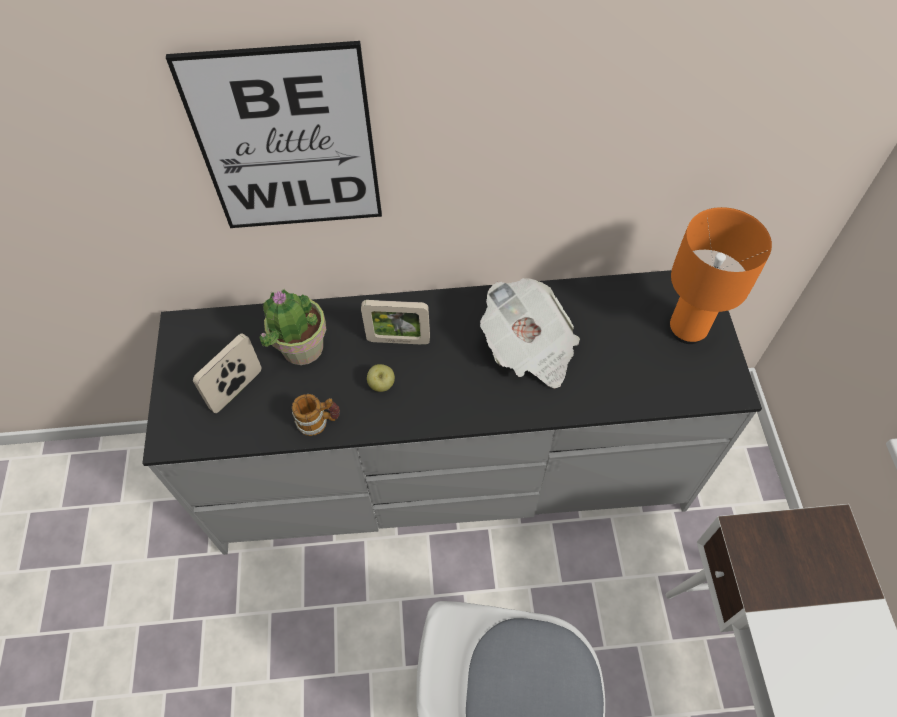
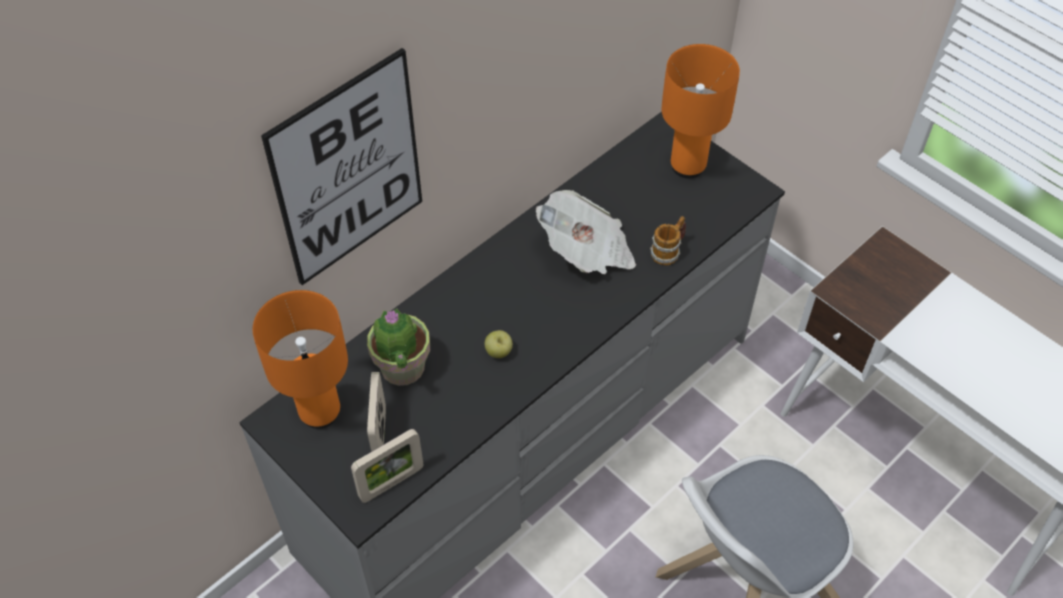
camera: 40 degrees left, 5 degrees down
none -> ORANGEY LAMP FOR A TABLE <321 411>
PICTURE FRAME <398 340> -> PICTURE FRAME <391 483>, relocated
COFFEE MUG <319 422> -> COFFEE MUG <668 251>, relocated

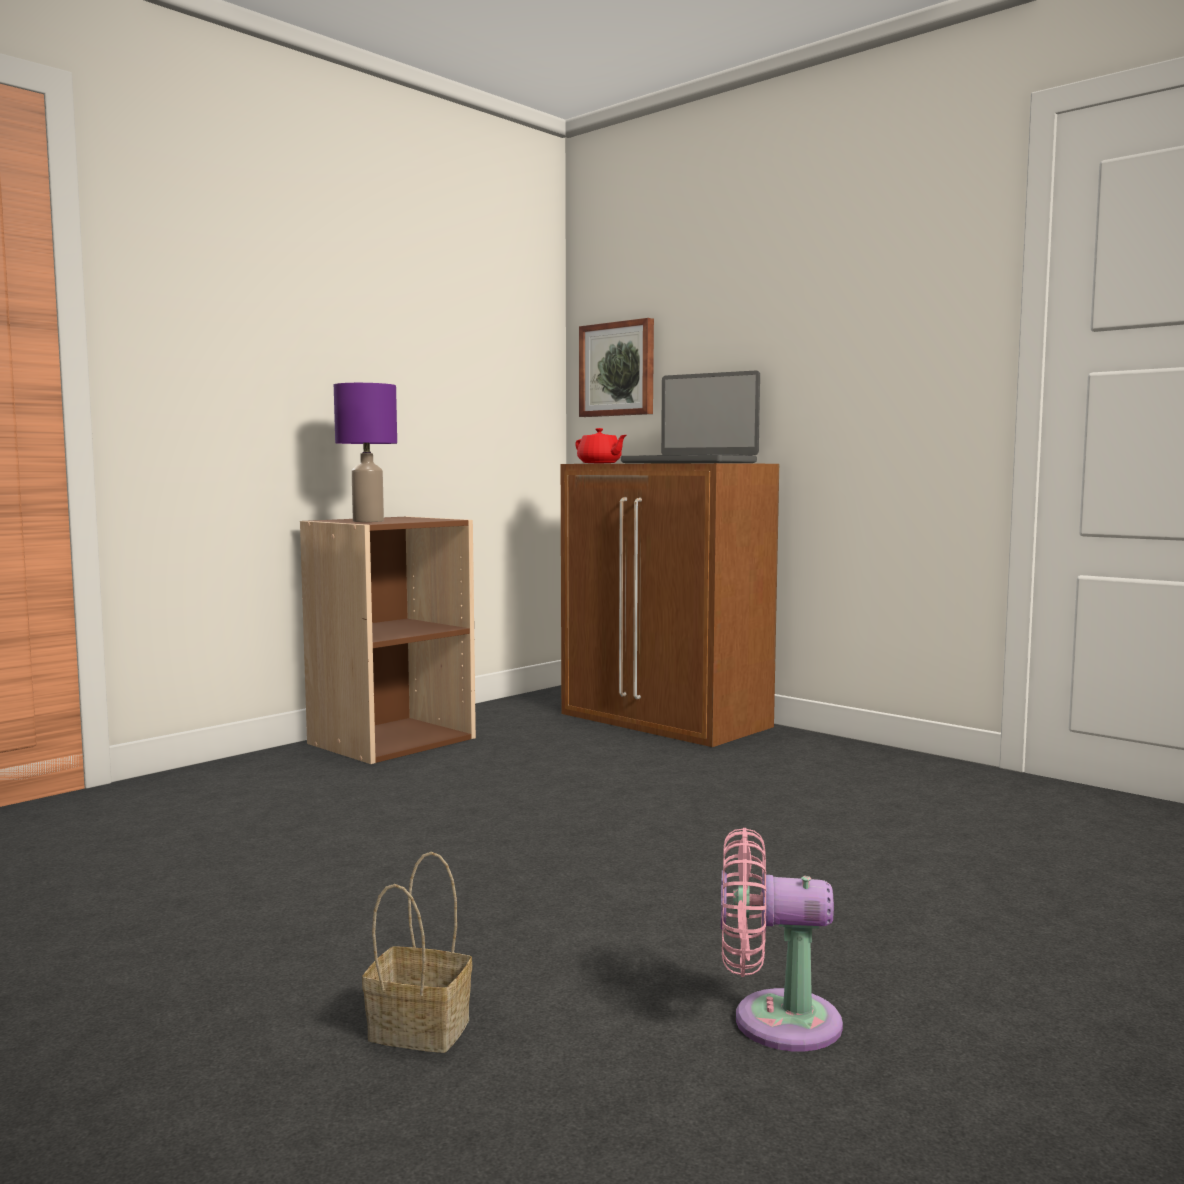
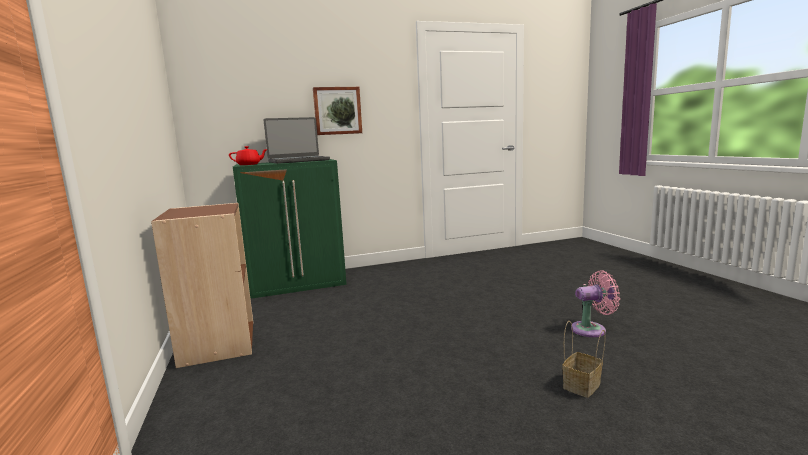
camera: 60 degrees left, 5 degrees up
BROWN CUPBOARD <665 720> -> GREENISH CUPBOARD <298 283>
PICTURE <618 369> -> PICTURE <337 111>, relocated
PINKISH FAN <774 1021> -> PINKISH FAN <592 329>, 135 degrees counterclockwise
PURPLISH LAMP FOR A TABLE <369 521> -> none

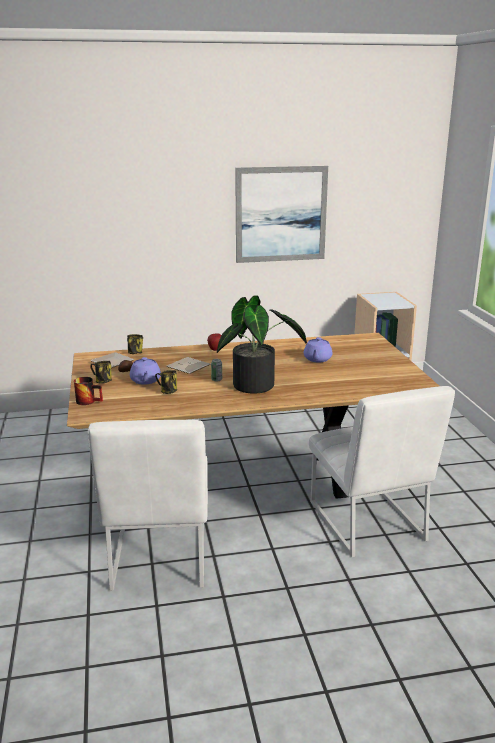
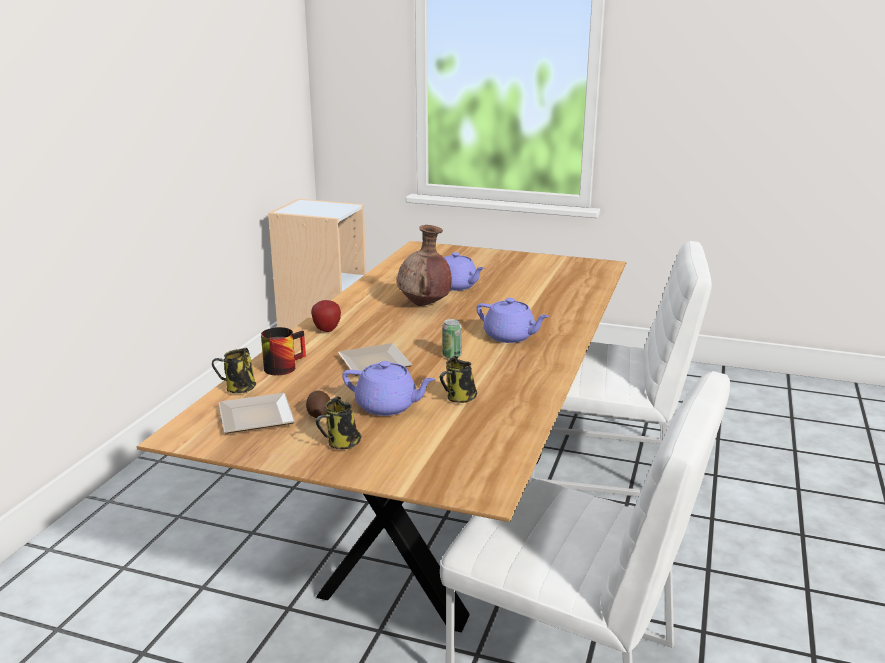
camera: 60 degrees left, 0 degrees up
COFFEE MUG <89 401> -> COFFEE MUG <282 366>, relocated
none -> BROWN DECORATIVE VASE <424 305>
HOUSEPLANT <258 386> -> PURPLISH TEAPOT <510 337>
PICTURE <281 214> -> none

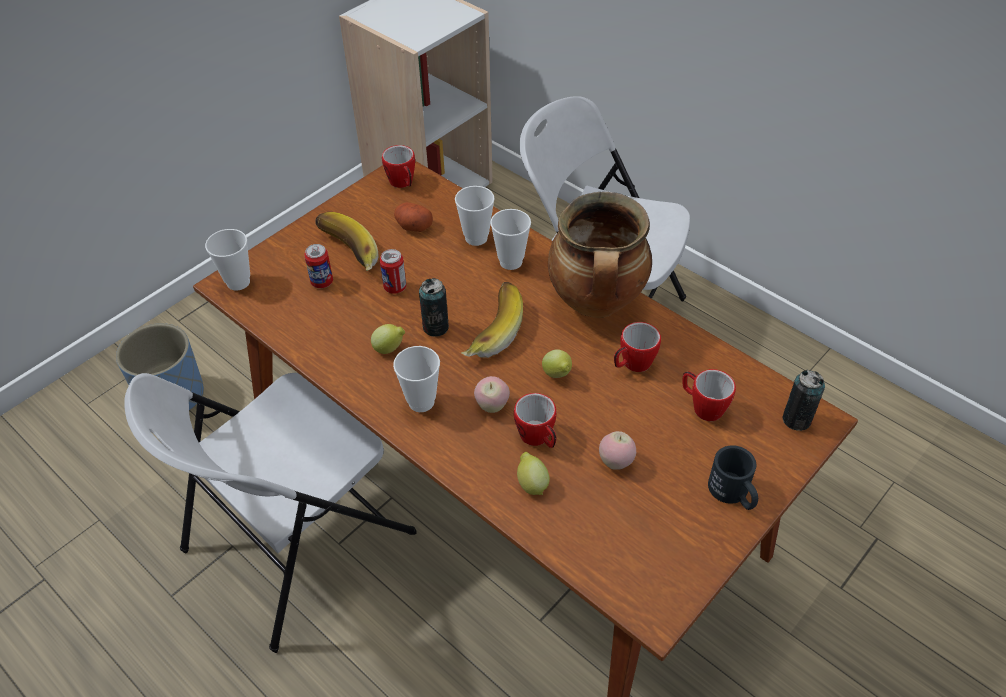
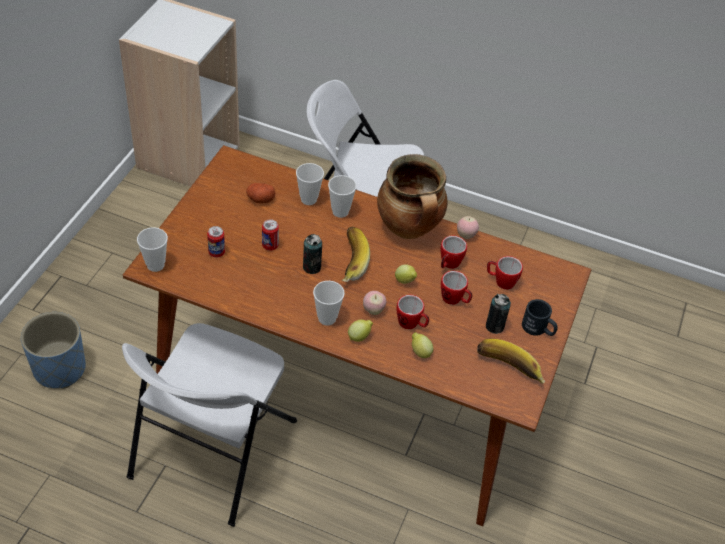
camera: 25 degrees left, 0 degrees up
WHOLE LEMON <389 348> -> WHOLE LEMON <359 337>, relocated
COFFEE MUG <403 184> -> COFFEE MUG <455 300>, relocated
APPLE FRUIT <616 462> -> APPLE FRUIT <466 235>, relocated
BANANA FRUIT <346 253> -> BANANA FRUIT <507 370>, relocated
METAL CAN <796 419> -> METAL CAN <494 326>, relocated

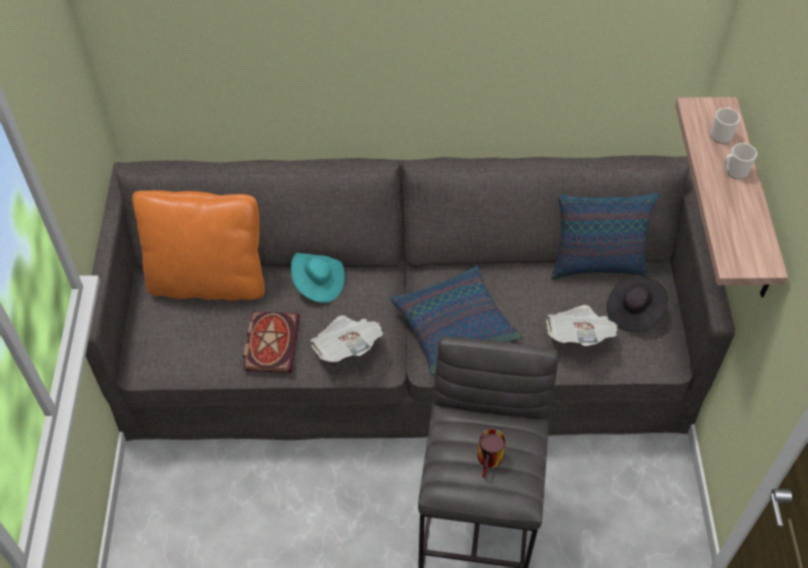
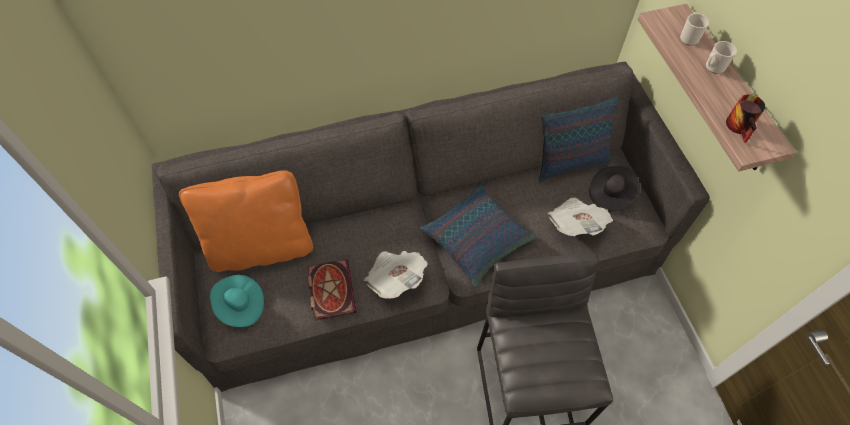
camera: 15 degrees left, 5 degrees up
BLUE-GREEN WEARABLE HAT <318 283> -> BLUE-GREEN WEARABLE HAT <240 306>, relocated
COFFEE MUG <491 461> -> COFFEE MUG <741 128>, relocated

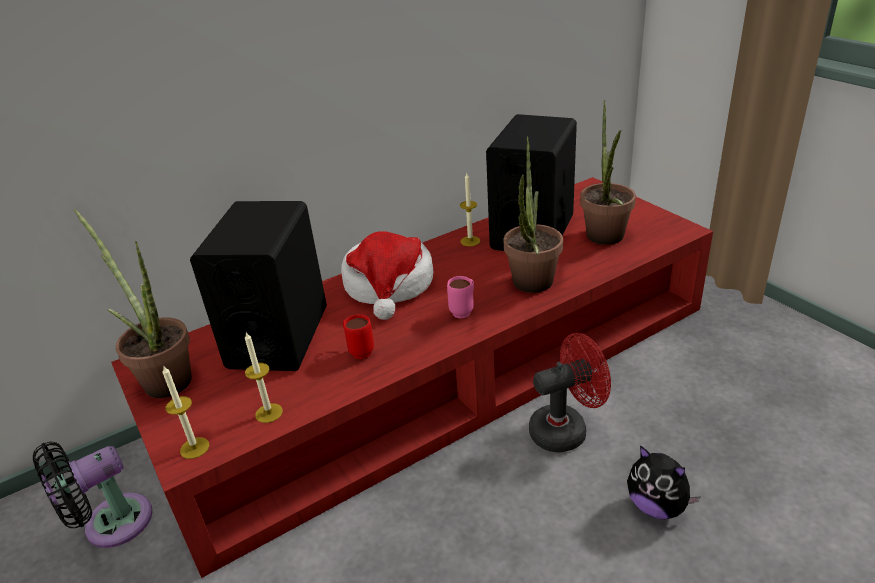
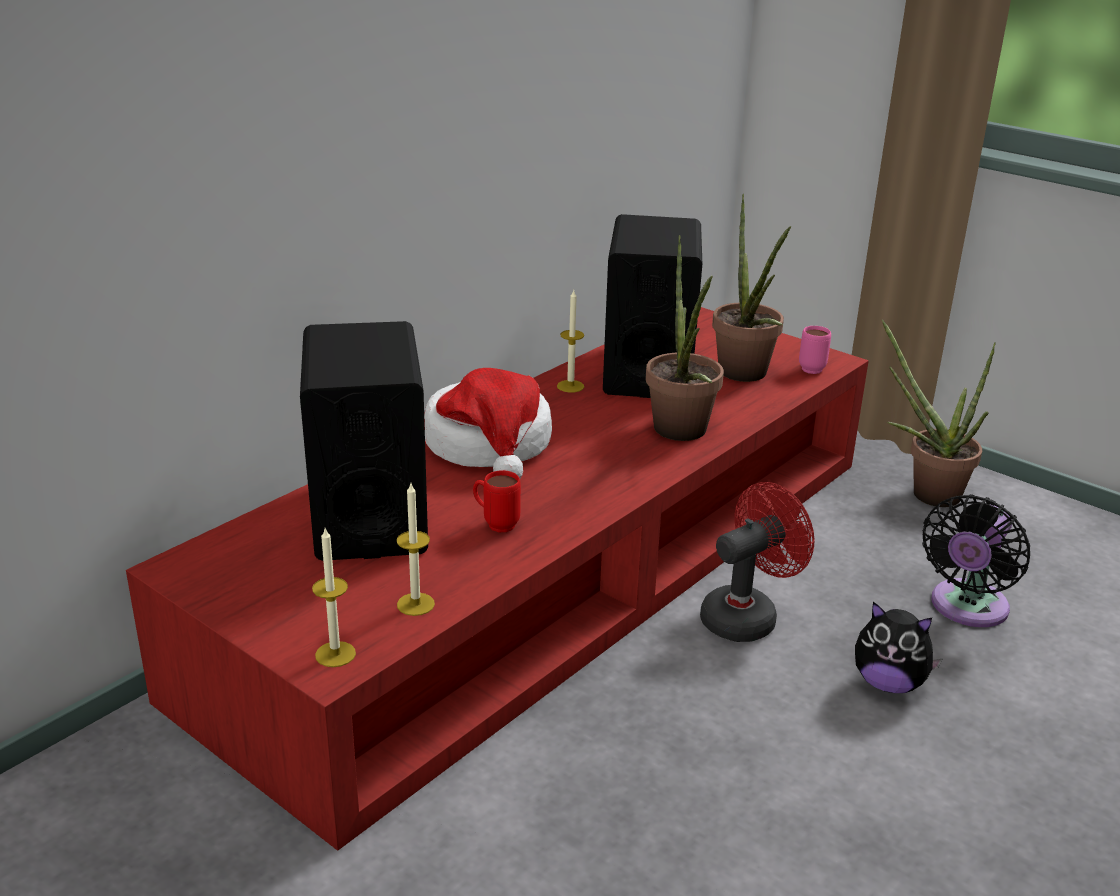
camera: 20 degrees left, 5 degrees down
PINKISH COFFEE MUG <464 311> -> PINKISH COFFEE MUG <813 367>, relocated
HOUSEPLANT <163 378> -> HOUSEPLANT <925 492>, relocated
BLACKISH FAN <111 524> -> BLACKISH FAN <966 608>, relocated

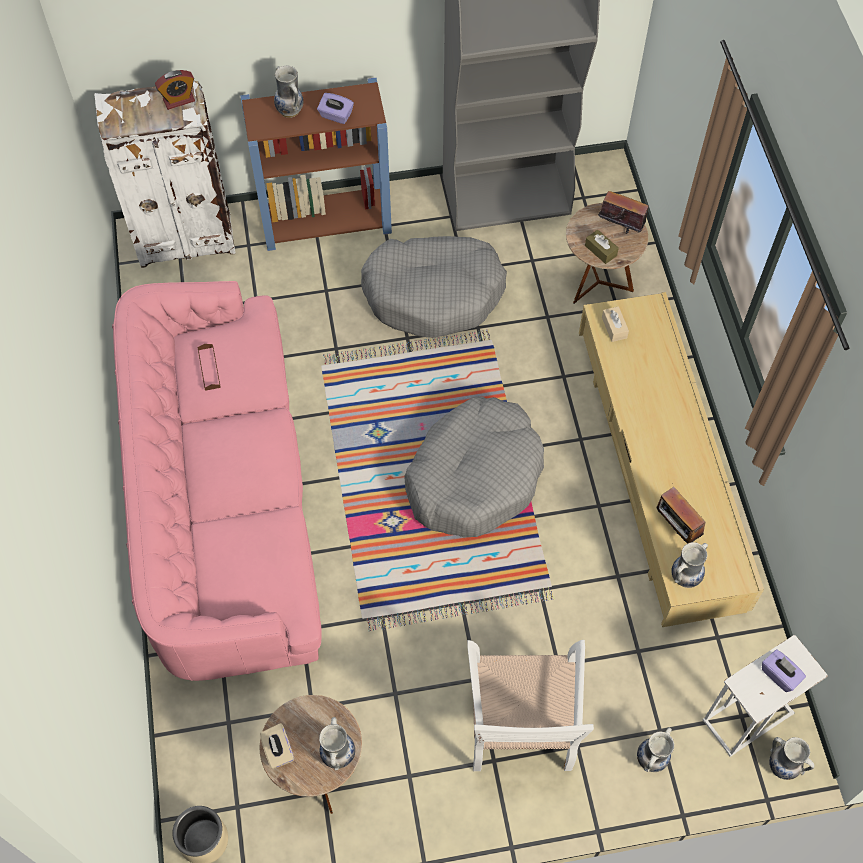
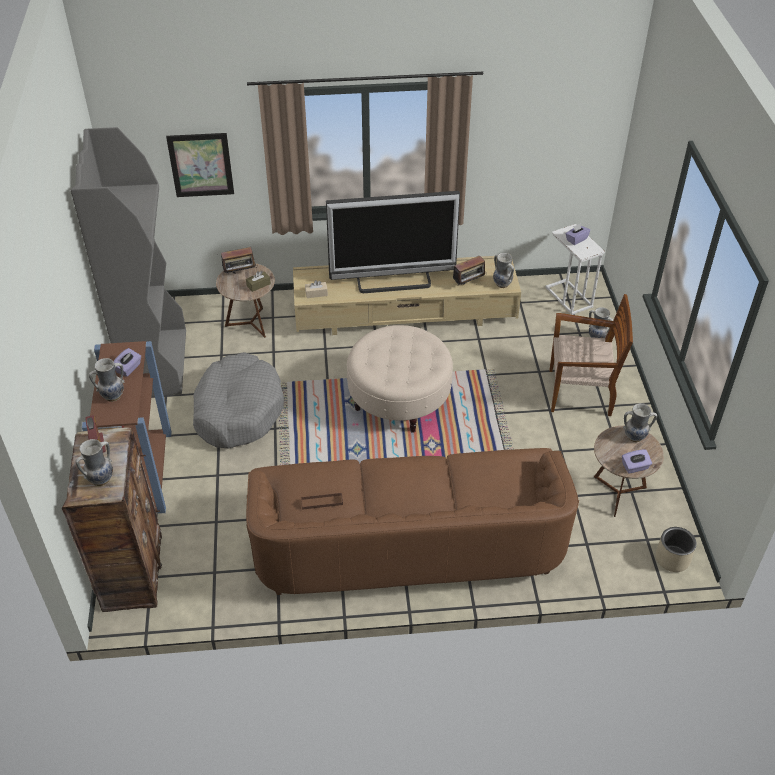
camera: 85 degrees left, 15 degrees down
WHITE CUPBOARD <186 238> -> BROWN CUPBOARD <133 572>
DECORATIVE VASE <782 766> -> DECORATIVE VASE <100 479>, relocated
none -> PICTURE <201 165>
RADIO SET <620 226> -> RADIO SET <240 274>, 135 degrees counterclockwise
PINKISH COUCH <226 503> -> BROWN COUCH <408 544>
none -> TV <394 280>
GREYISH PET BED <474 476> -> BEIGE POUFFE <399 400>
WHITE ARMCHAIR <520 727> -> BROWN ARMCHAIR <580 392>
BEIGE TISSUE HOLDER <278 750> -> PURPLISH TISSUE HOLDER <635 467>

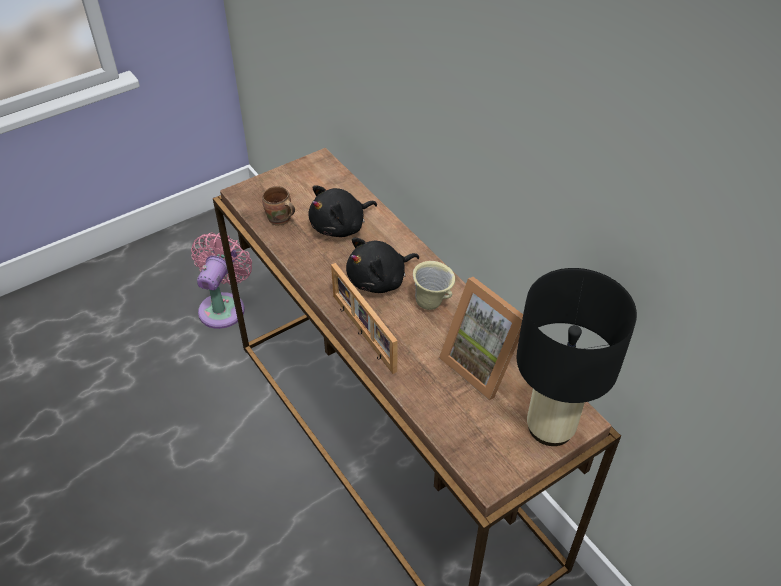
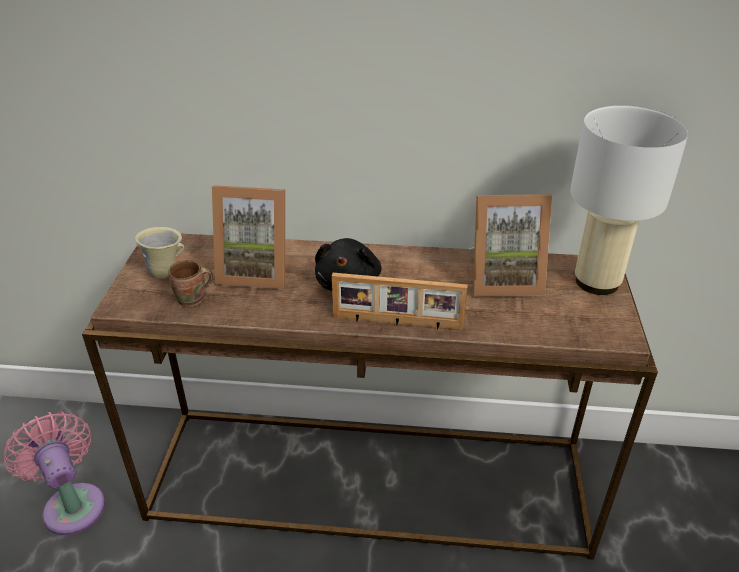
camera: 50 degrees left, 10 degrees down
BEIGE COFFEE MUG <432 303> -> BEIGE COFFEE MUG <165 271>, relocated
BLACKISH PLUSH TOY <341 226> -> PICTURE FRAME <256 271>
BLACKISH LAMP FOR A TABLE <550 428> -> WHITE LAMP FOR A TABLE <597 283>

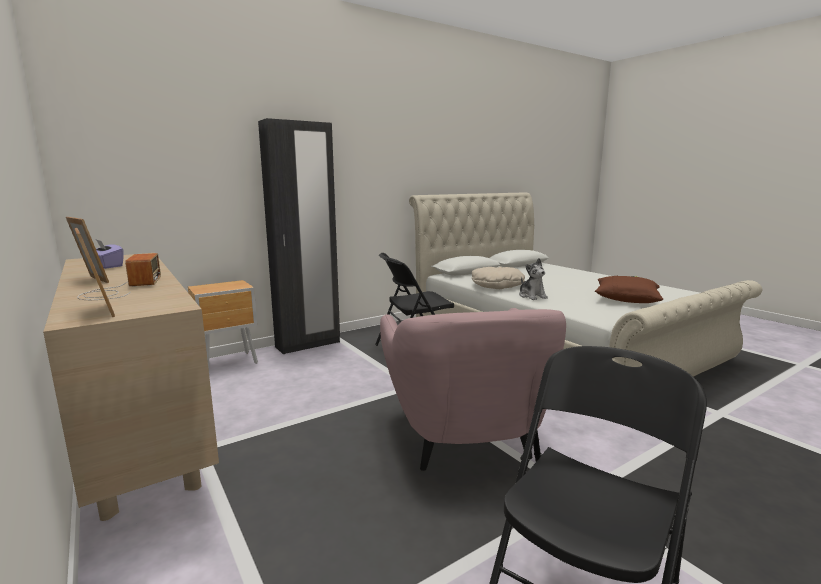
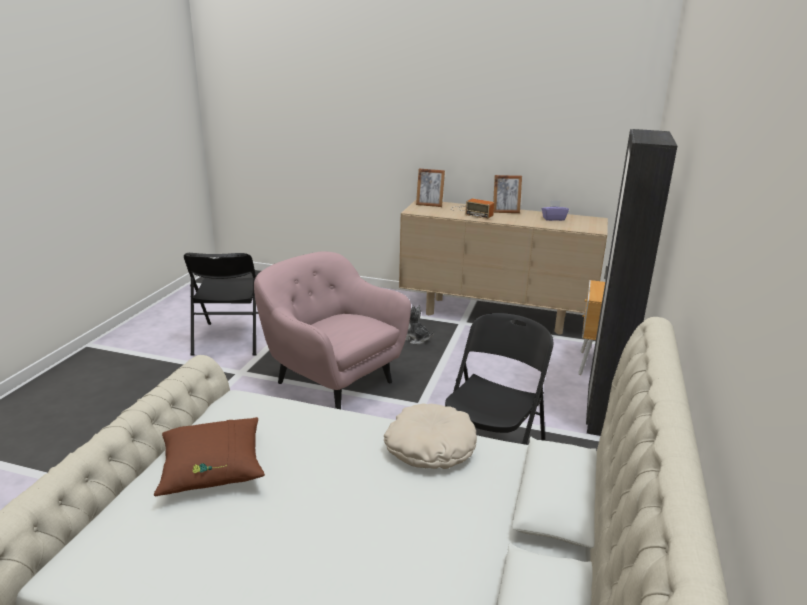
camera: 140 degrees right, 10 degrees up
PLUSH TOY <532 296> -> PLUSH TOY <416 339>, relocated

